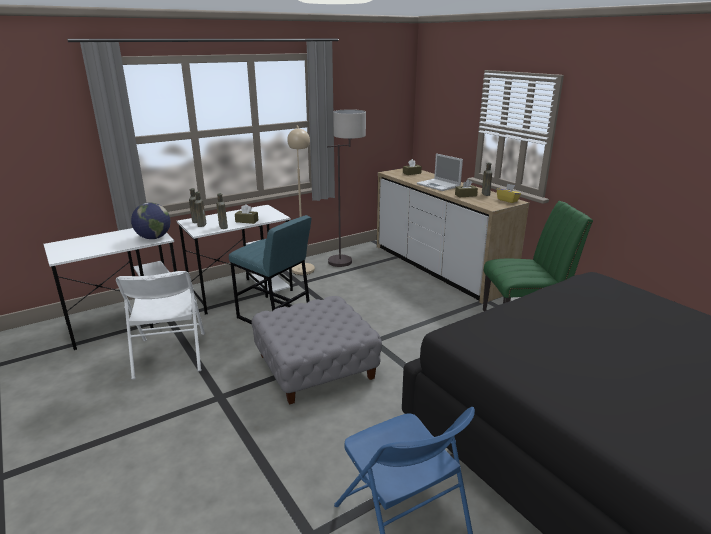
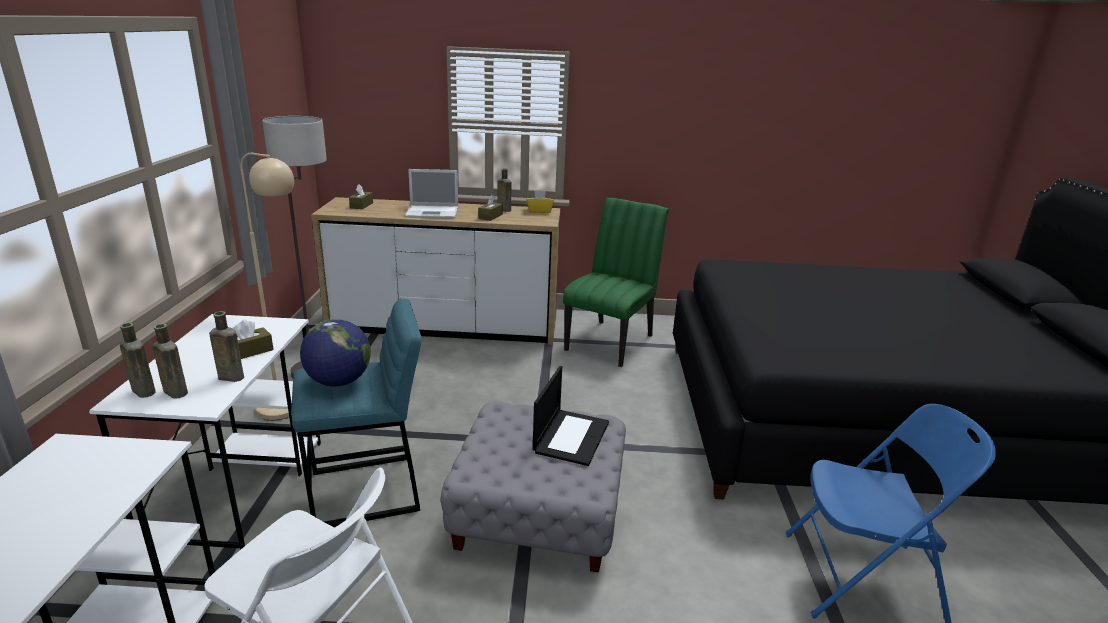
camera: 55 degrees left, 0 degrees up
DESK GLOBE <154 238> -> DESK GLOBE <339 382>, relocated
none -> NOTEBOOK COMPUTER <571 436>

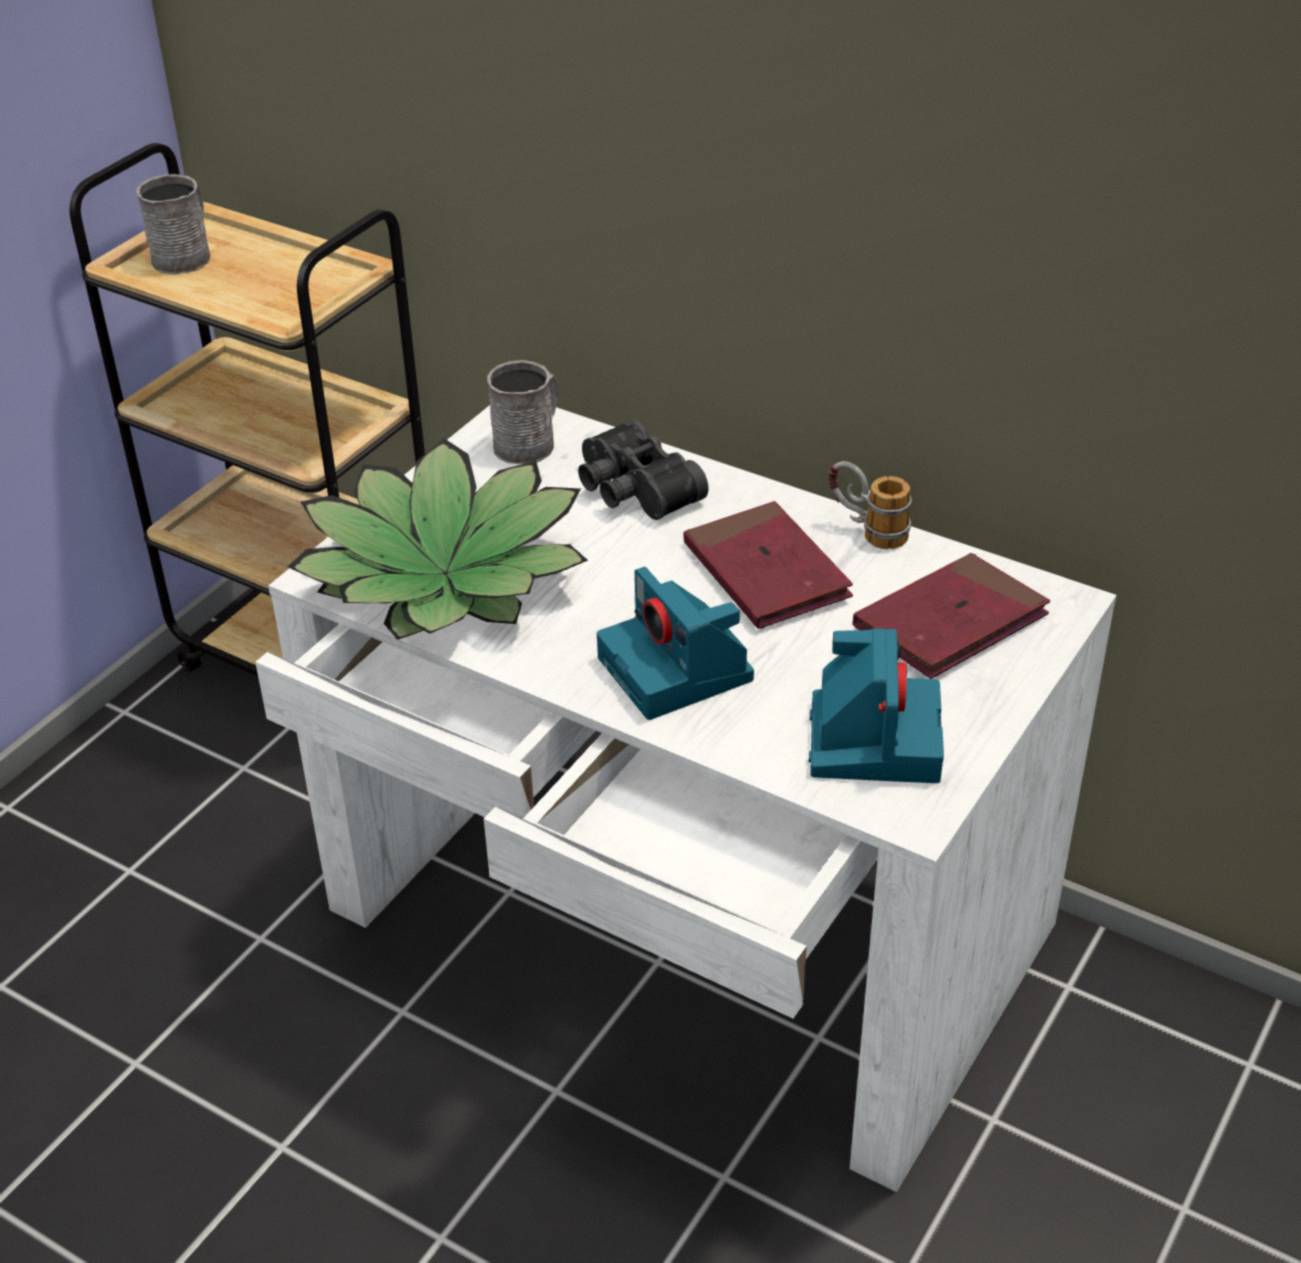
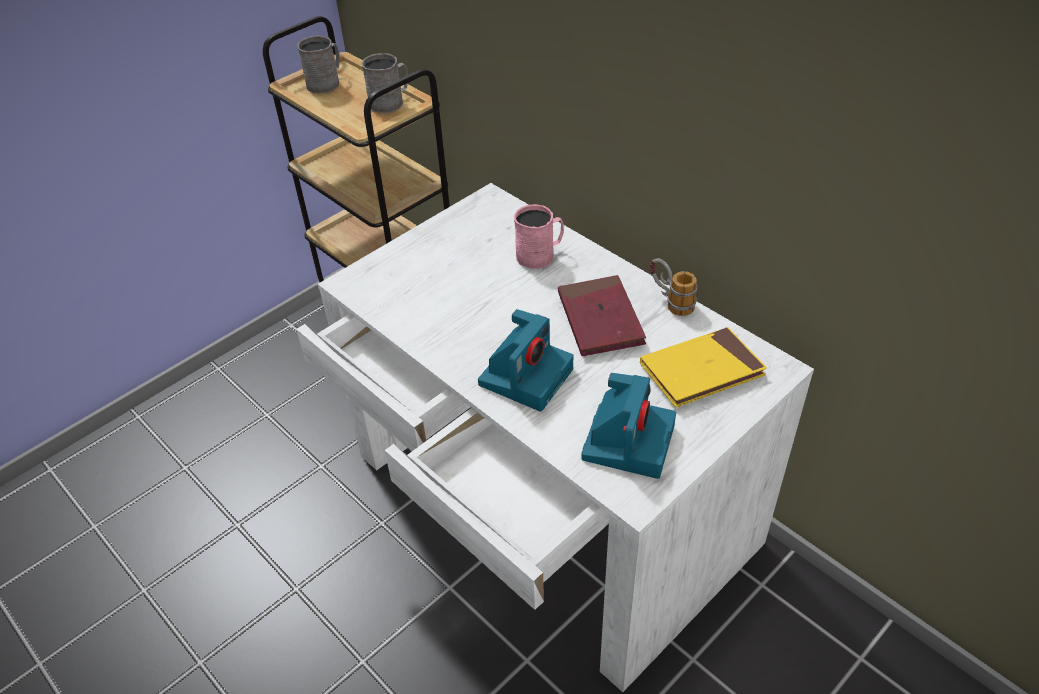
camera: 15 degrees right, 5 degrees up
GREYISH COFFEE MUG <530 442> -> GREYISH COFFEE MUG <390 102>, relocated
PHOTO CAMERA <678 670> -> PHOTO CAMERA <526 375>, 135 degrees counterclockwise
BLACKISH FIELD GLASSES <633 490> -> PINKISH COFFEE MUG <540 255>
RED VOLUME <950 622> -> YELLOWISH VOLUME <701 371>
HOUSEPLANT <444 574> -> none

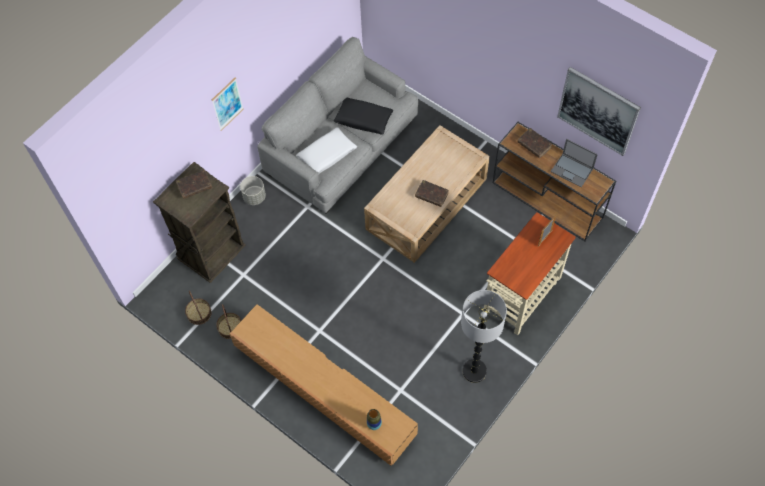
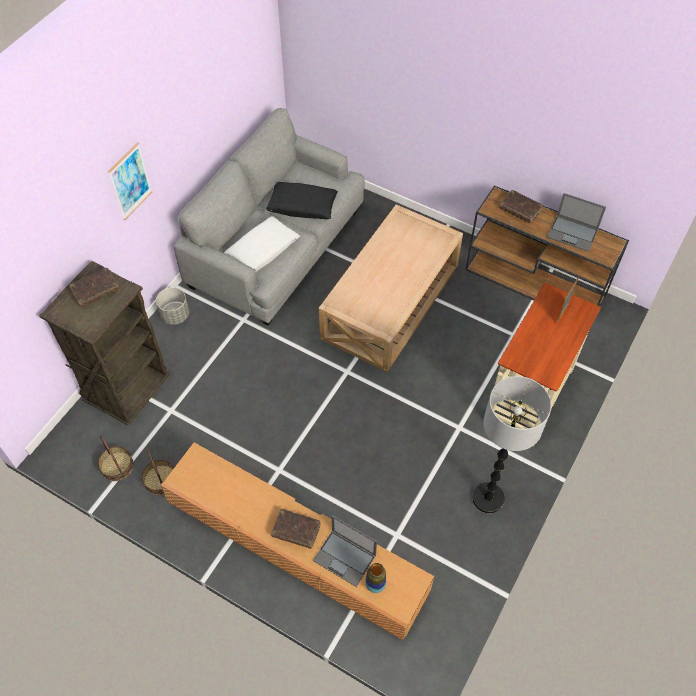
camera: 10 degrees left, 5 degrees down
BROWN VOLUME <431 195> -> BROWN VOLUME <296 530>, relocated
none -> NOTEBOOK COMPUTER <345 558>
PICTURE <598 111> -> none

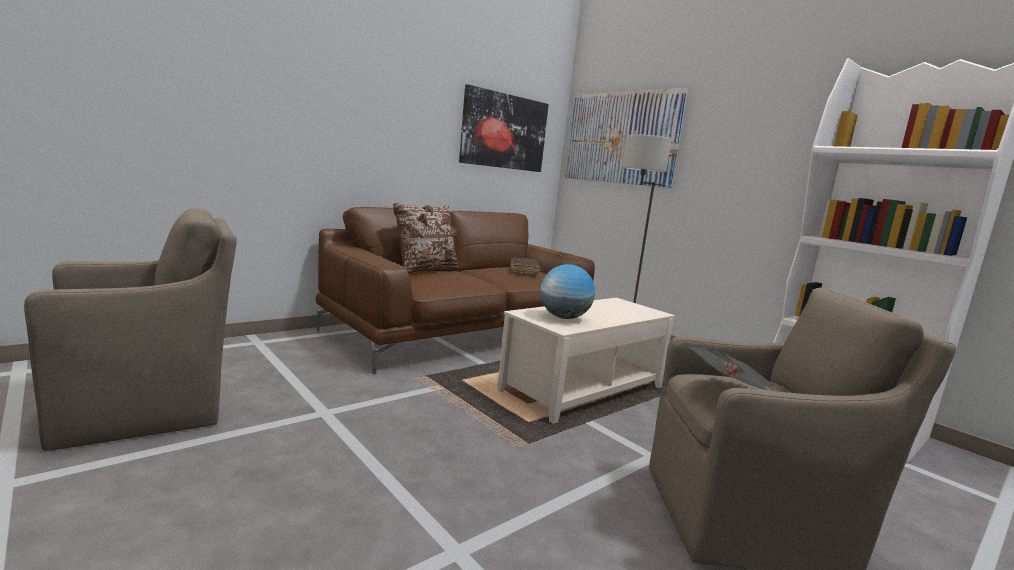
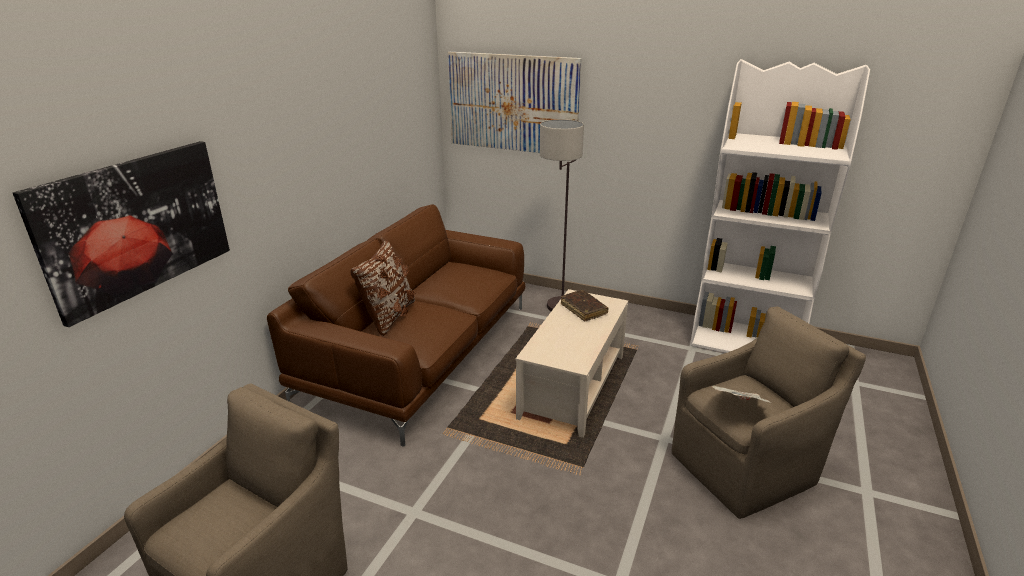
camera: 25 degrees left, 15 degrees up
PICTURE <504 131> -> PICTURE <137 226>, relocated
BROWN VOLUME <524 270> -> BROWN VOLUME <583 309>, relocated
DESK GLOBE <564 317> -> none

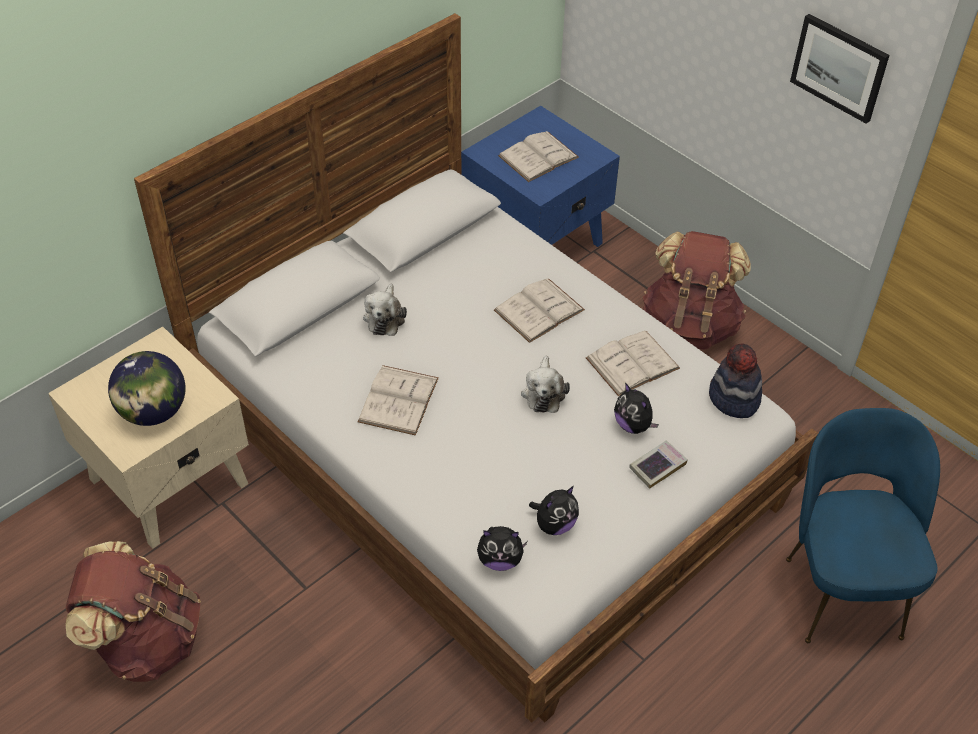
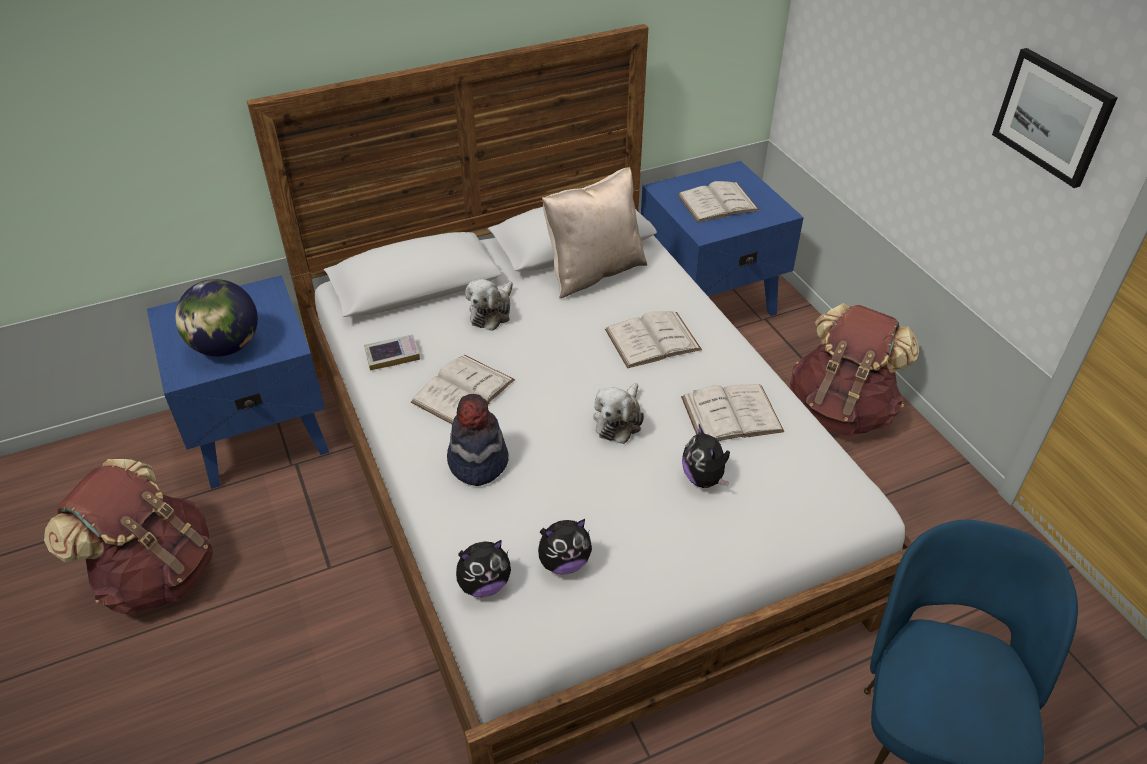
camera: 20 degrees right, 5 degrees down
BEIGE NIGHT TABLE <170 480> -> BLUE-COLOURED NIGHT TABLE <261 431>
VOLUME <657 466> -> VOLUME <392 355>, relocated
WEARABLE HAT <733 398> -> WEARABLE HAT <477 461>, relocated
PLUSH TOY <500 560> -> PLUSH TOY <484 584>, 45 degrees counterclockwise
none -> BEIGE CUSHION <594 272>

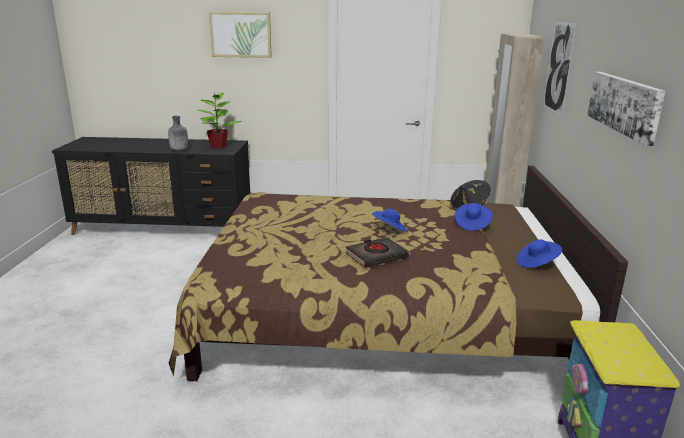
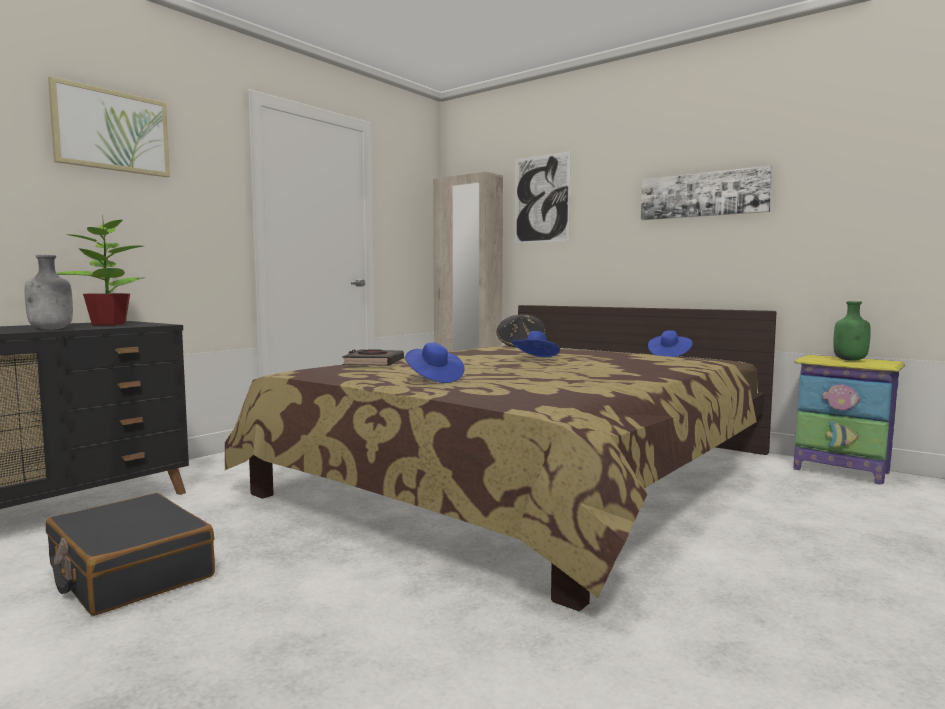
camera: 55 degrees left, 15 degrees down
none -> BLACKISH PIECE OF LUGGAGE <130 572>
BLACKISH VOLUME <376 256> -> BLACKISH VOLUME <373 363>, relocated
BLUE-COLOURED WEARABLE HAT <472 224> -> BLUE-COLOURED WEARABLE HAT <434 379>, relocated
none -> GREENISH BEVERAGE BOTTLE <851 360>

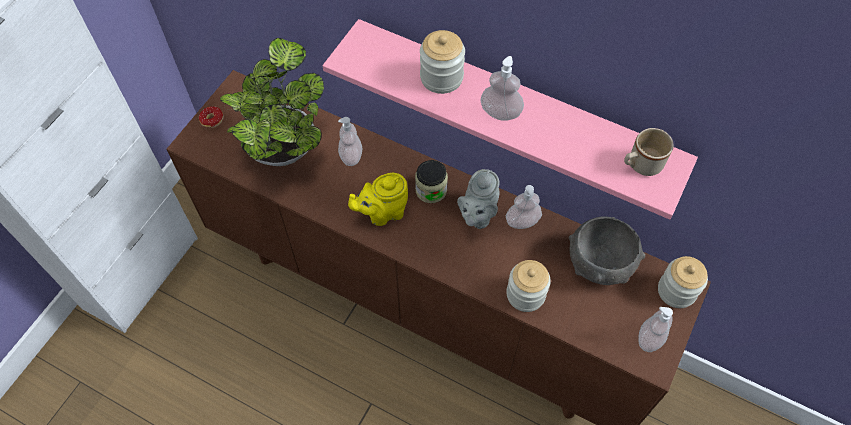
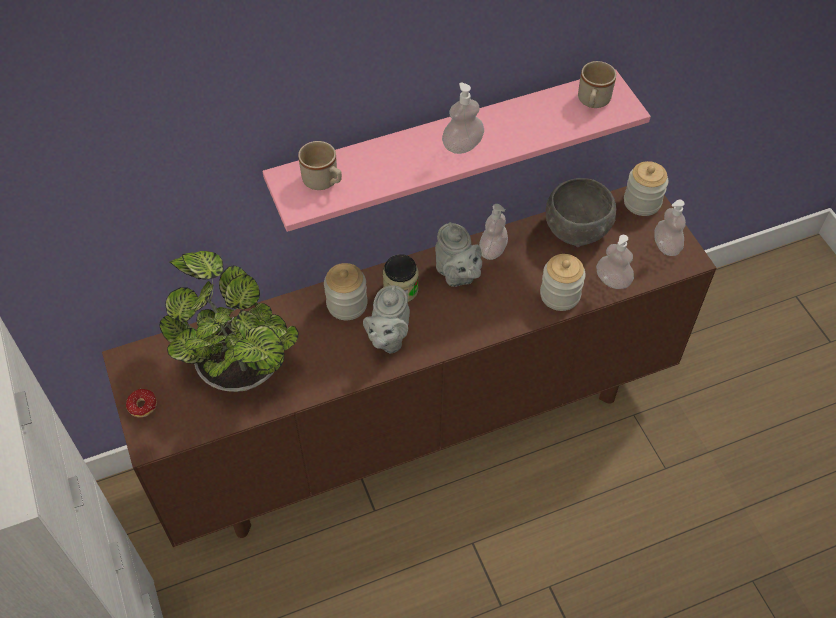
camera: 50 degrees left, 5 degrees down
none -> BEIGE COFFEE MUG <324 182>
JAR <441 77> -> JAR <347 304>, relocated
YELLOWISH TEAPOT <383 212> -> GREYISH TEAPOT <388 338>
SOAP DISPENSER <351 156> -> SOAP DISPENSER <612 281>, relocated

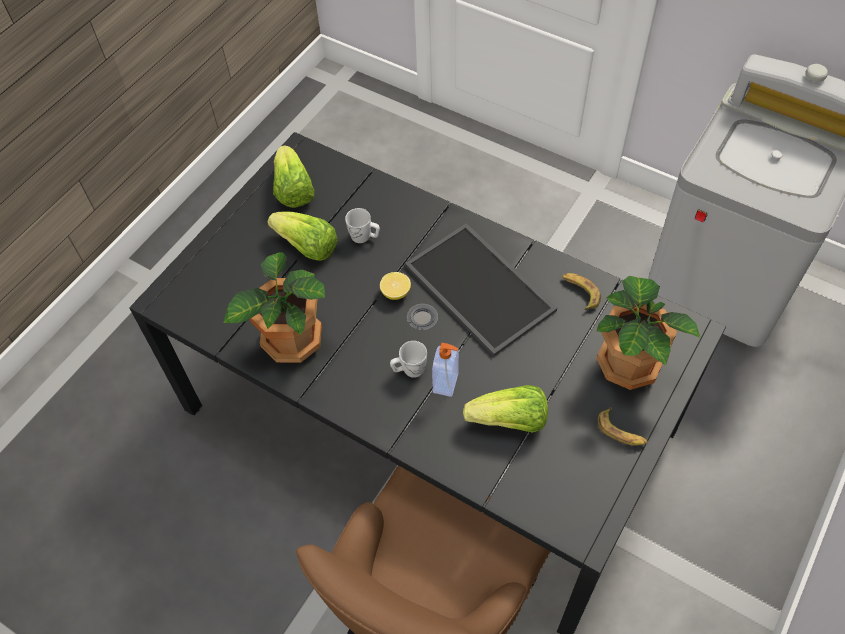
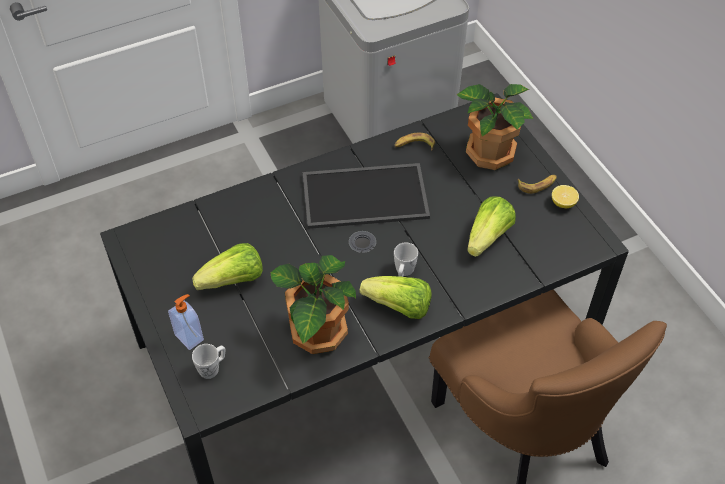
camera: 60 degrees left, 5 degrees down
SOAP DISPENSER <446 383> -> SOAP DISPENSER <190 337>, relocated
WHITE COFFEE MUG <364 237> -> WHITE COFFEE MUG <212 368>, relocated
HEAD OF LETTUCE <293 190> -> HEAD OF LETTUCE <399 307>, relocated
WHOLE LEMON <396 293> -> WHOLE LEMON <563 203>, relocated

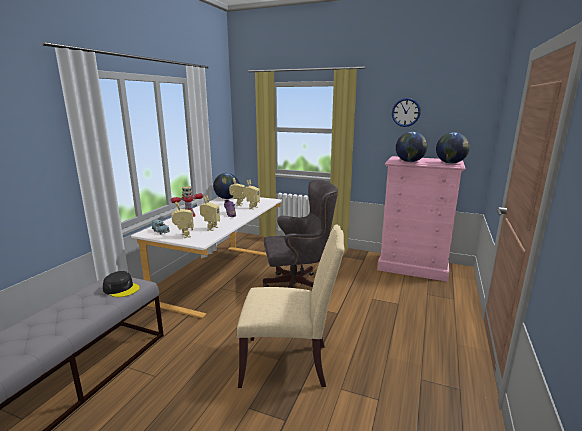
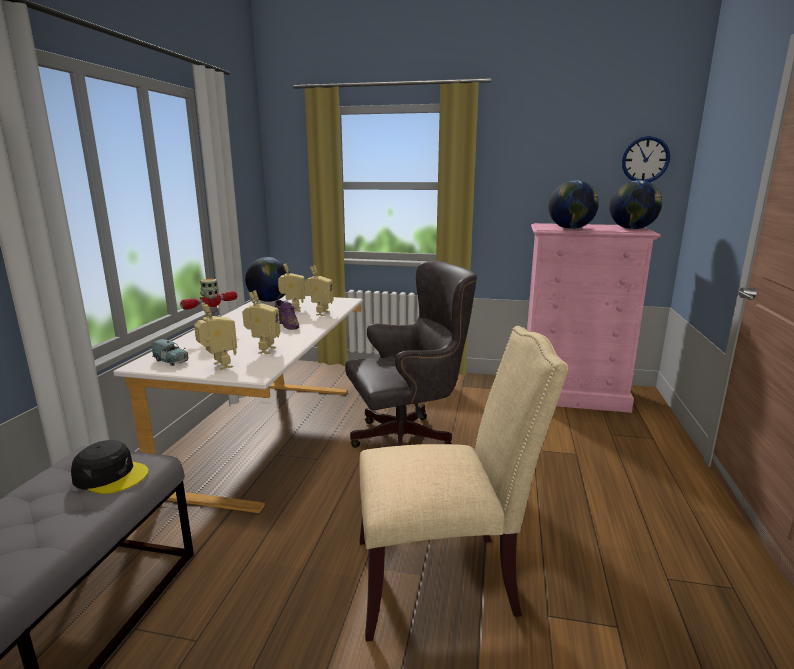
camera: 10 degrees left, 0 degrees up
HANGING CLOCK <406 112> -> HANGING CLOCK <645 159>, relocated

